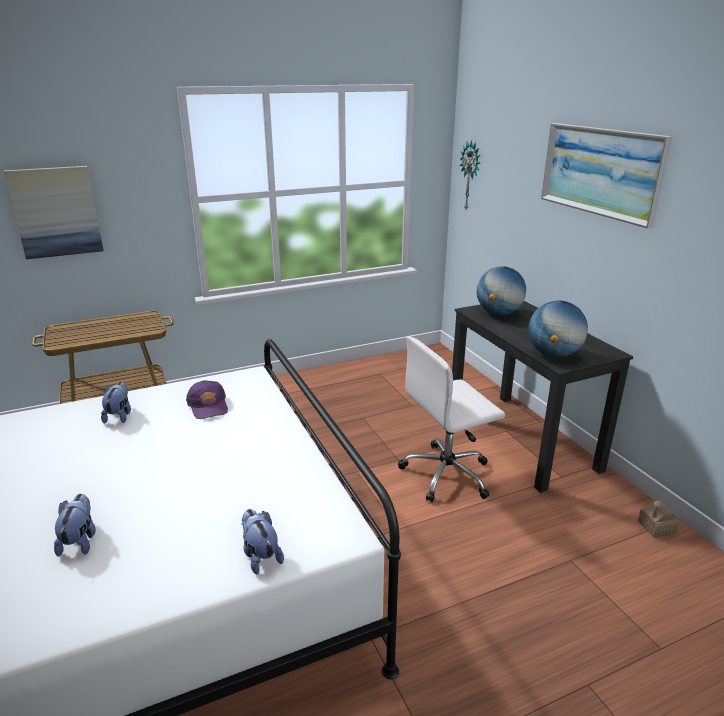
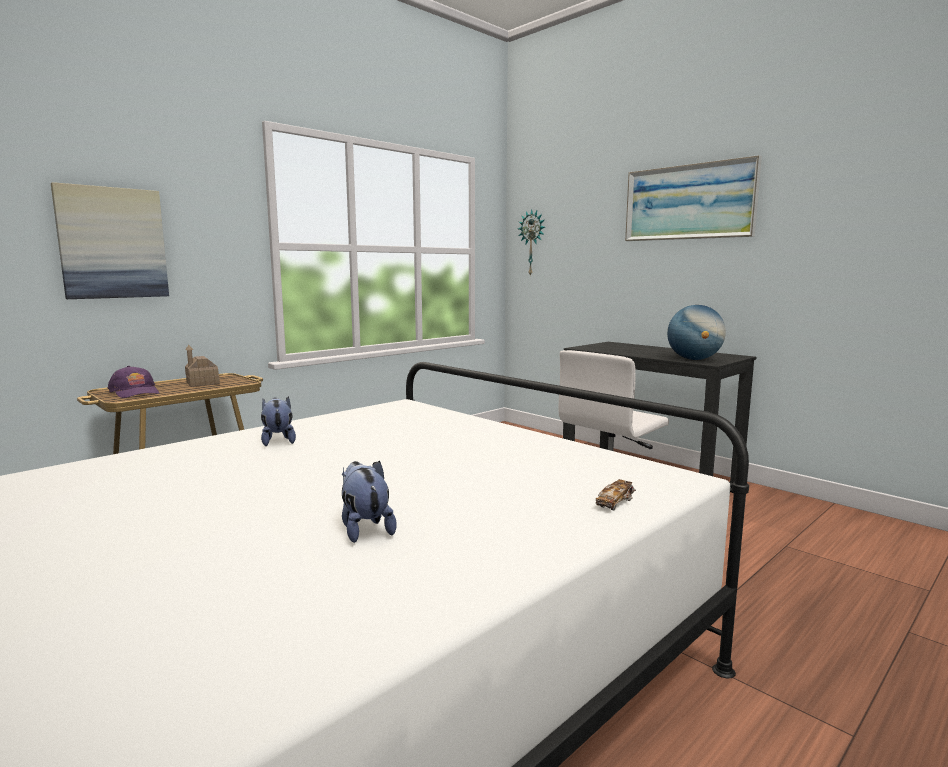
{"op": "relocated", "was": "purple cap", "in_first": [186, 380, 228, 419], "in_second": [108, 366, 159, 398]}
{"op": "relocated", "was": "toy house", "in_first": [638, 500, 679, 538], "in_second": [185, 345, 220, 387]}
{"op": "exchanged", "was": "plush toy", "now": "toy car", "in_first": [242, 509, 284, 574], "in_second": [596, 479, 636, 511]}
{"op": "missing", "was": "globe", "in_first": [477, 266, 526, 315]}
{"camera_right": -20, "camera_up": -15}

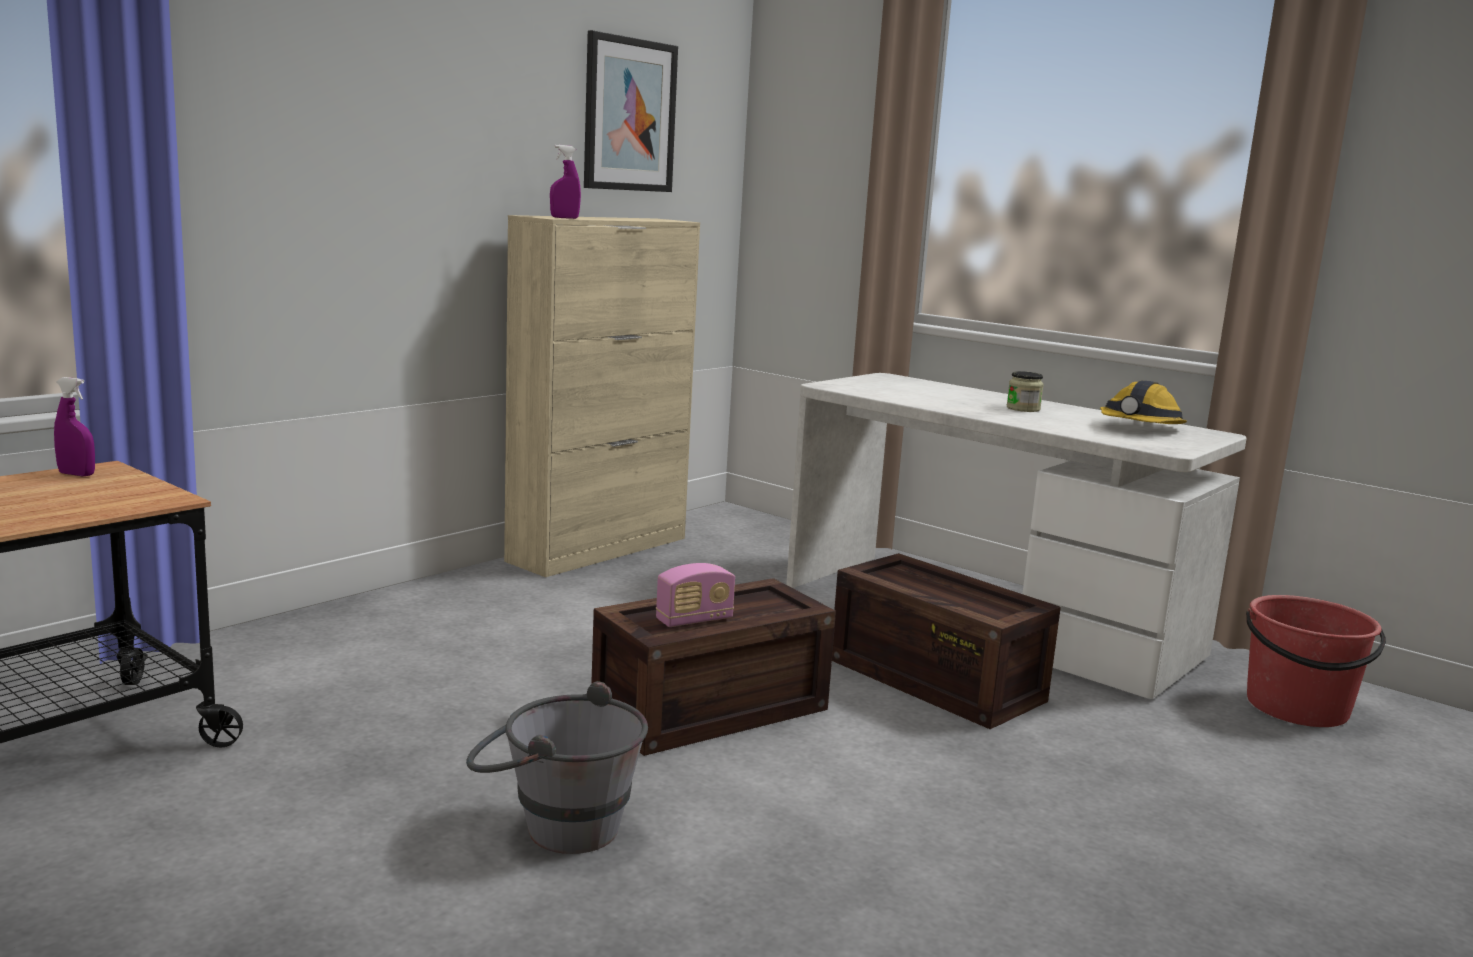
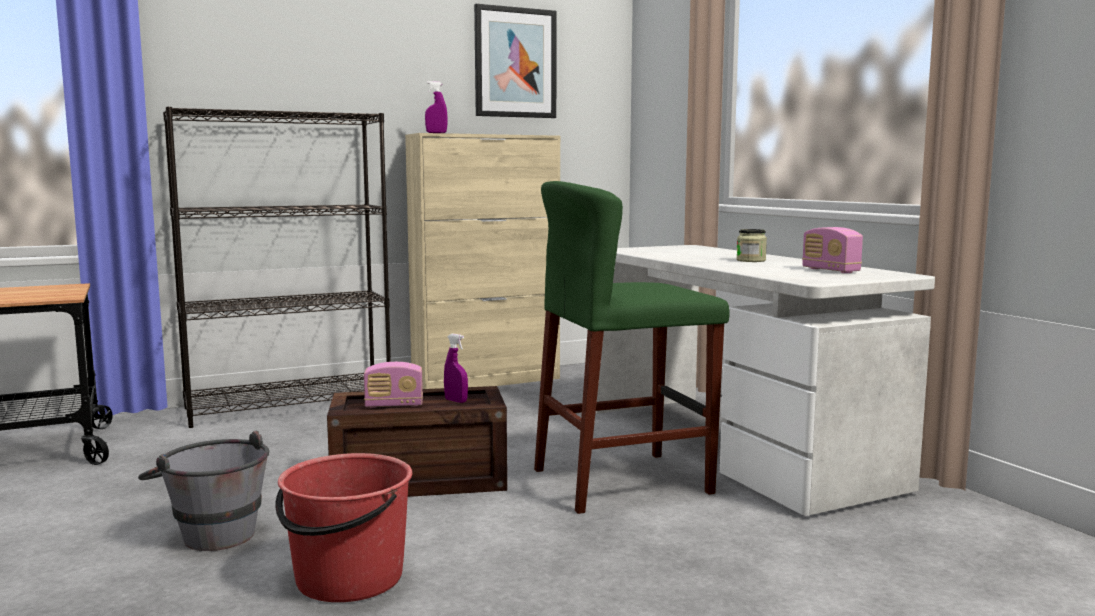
{"op": "appeared", "now": "black bookcase", "in_second": [163, 107, 391, 428]}
{"op": "relocated", "was": "red bucket", "in_first": [1246, 595, 1386, 727], "in_second": [275, 453, 413, 602]}
{"op": "relocated", "was": "purple spray bottle", "in_first": [54, 377, 95, 476], "in_second": [444, 334, 468, 403]}
{"op": "exchanged", "was": "crate", "now": "green stool", "in_first": [832, 553, 1061, 729], "in_second": [534, 181, 730, 514]}
{"op": "exchanged", "was": "hard hat", "now": "radio", "in_first": [1100, 380, 1187, 424], "in_second": [802, 227, 863, 273]}
{"camera_right": 25, "camera_up": -5}

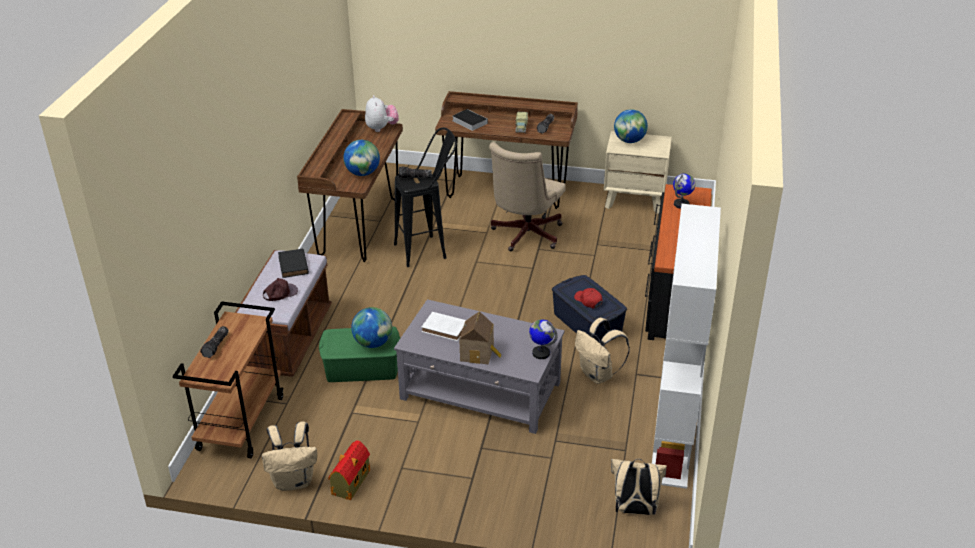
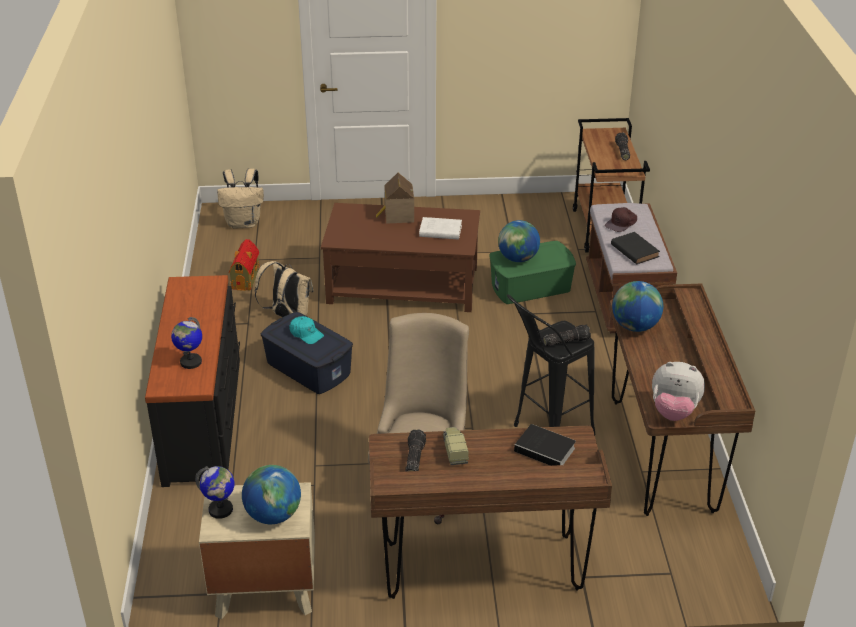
{"op": "relocated", "was": "globe", "in_first": [529, 319, 557, 359], "in_second": [195, 466, 234, 519]}
{"op": "relocated", "was": "toy house", "in_first": [328, 440, 370, 500], "in_second": [229, 239, 260, 291]}
{"op": "colour", "was": "red cap", "now": "turquoise cap", "in_first": [574, 288, 603, 308], "in_second": [289, 316, 324, 344]}
{"op": "colour", "was": "grey coffee table", "now": "brown coffee table", "in_first": [394, 299, 565, 434], "in_second": [321, 203, 480, 312]}
{"op": "spun", "was": "plush toy", "in_first": [365, 95, 399, 132], "in_second": [652, 362, 705, 421], "clockwise": -45}
{"op": "missing", "was": "beige backpack", "in_first": [262, 421, 317, 491]}
{"op": "missing", "was": "white bookcase", "in_first": [652, 204, 721, 489]}
{"camera_right": 165, "camera_up": 0}

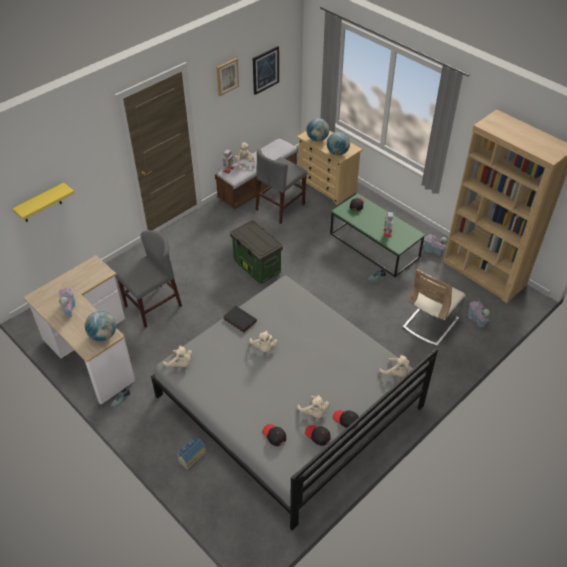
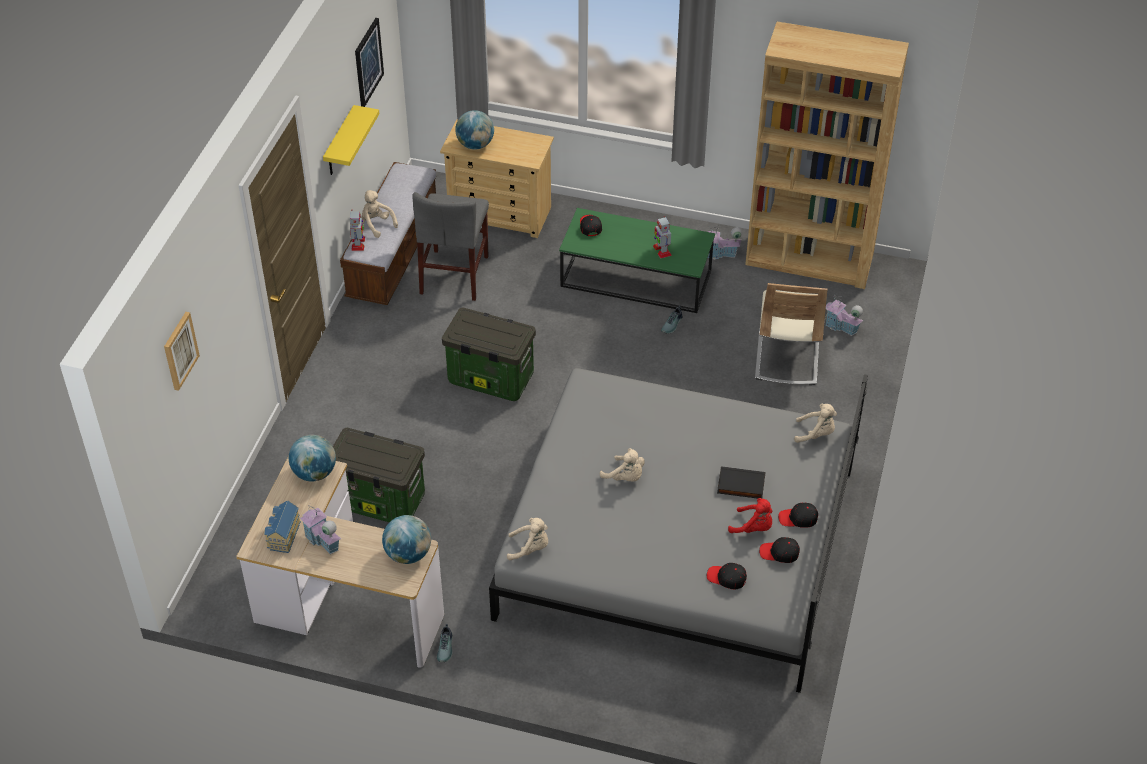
{"op": "relocated", "was": "picture", "in_first": [216, 58, 239, 96], "in_second": [164, 312, 200, 391]}
{"op": "relocated", "was": "toy house", "in_first": [177, 438, 206, 470], "in_second": [264, 500, 301, 553]}
{"op": "relocated", "was": "globe", "in_first": [327, 132, 350, 156], "in_second": [289, 435, 336, 481]}
{"op": "relocated", "was": "yellow shelf", "in_first": [13, 183, 75, 222], "in_second": [323, 105, 379, 175]}
{"op": "exchanged", "was": "grey chair", "now": "storage box", "in_first": [115, 230, 182, 328], "in_second": [333, 428, 425, 522]}
{"op": "relocated", "was": "black book", "in_first": [224, 306, 257, 332], "in_second": [717, 466, 765, 499]}
{"op": "colour", "was": "beige plush toy", "now": "red plush toy", "in_first": [297, 395, 329, 418], "in_second": [728, 498, 773, 533]}
{"camera_right": -30, "camera_up": 0}

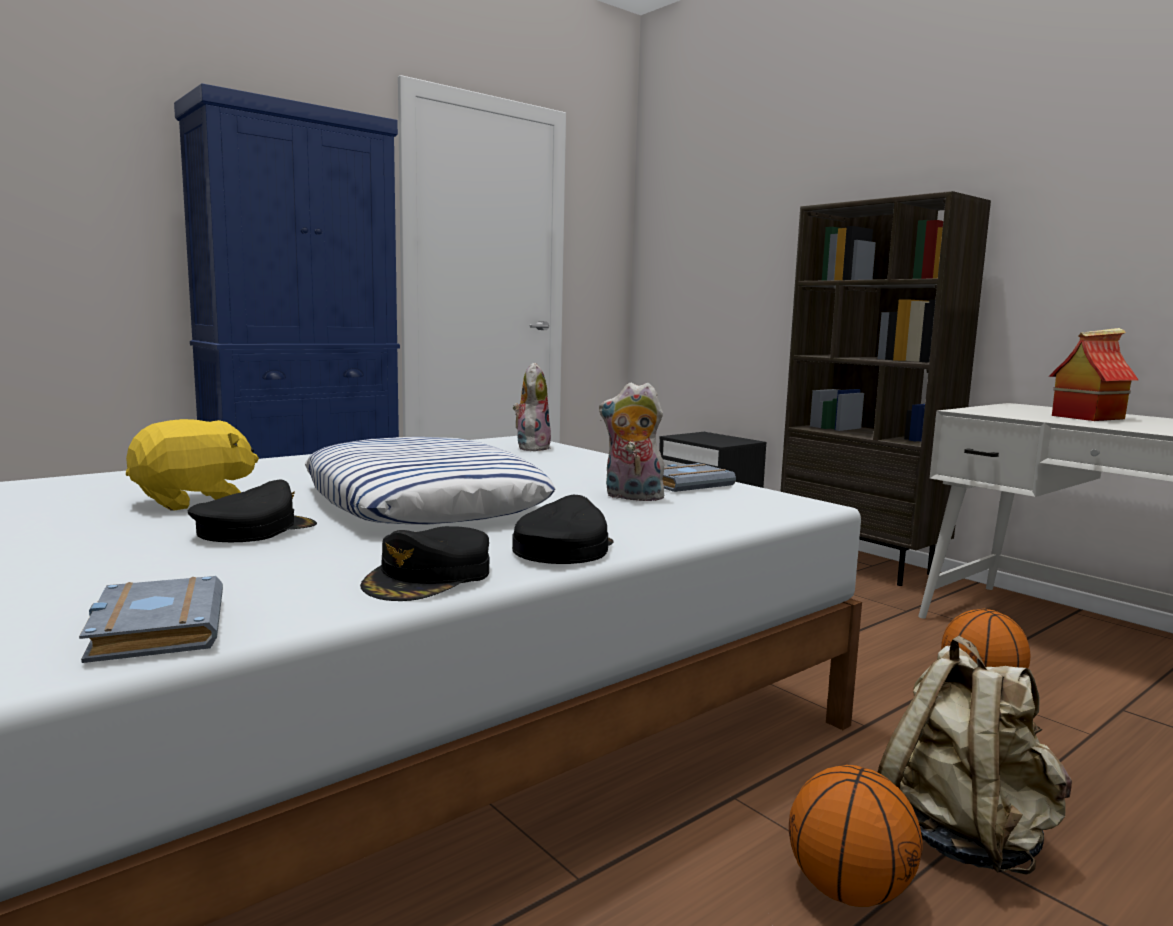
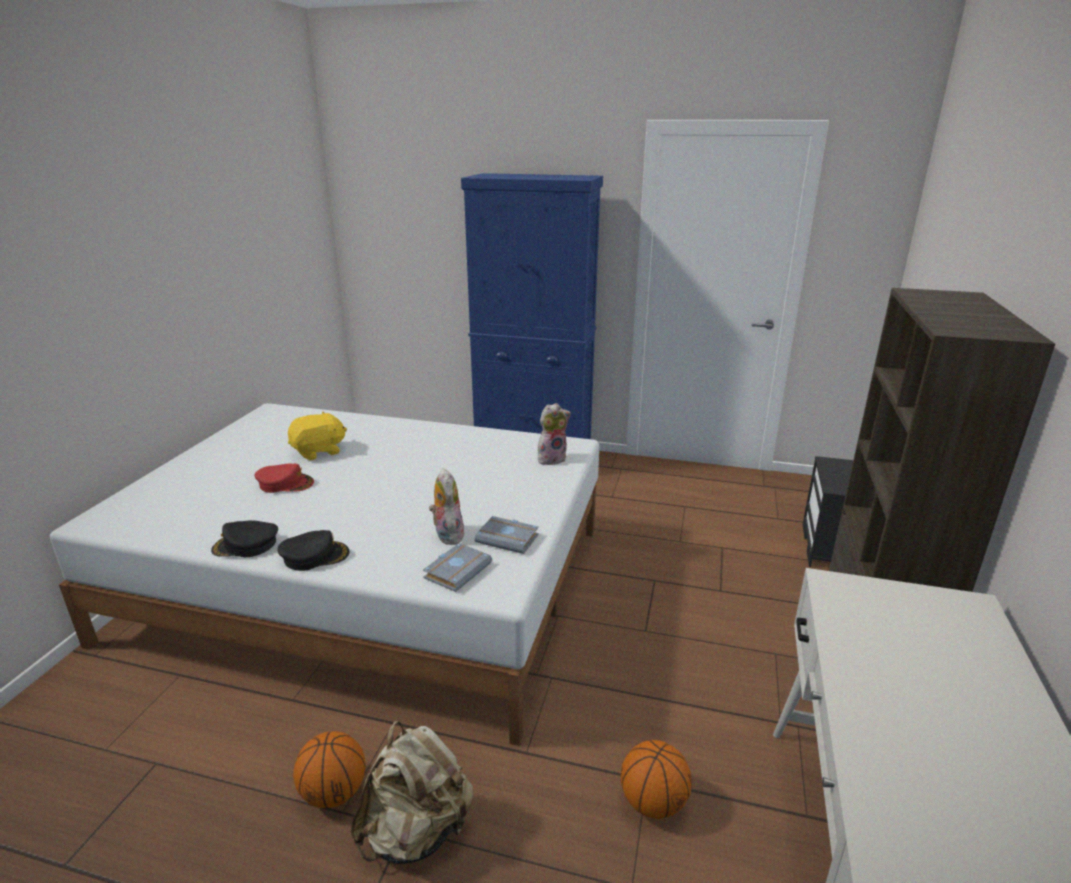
{"op": "colour", "was": "black cap", "now": "red cap", "in_first": [187, 479, 317, 542], "in_second": [254, 464, 314, 493]}
{"op": "spun", "was": "yellow plush toy", "in_first": [126, 419, 259, 511], "in_second": [288, 411, 347, 460], "clockwise": -45}
{"op": "relocated", "was": "grey book", "in_first": [79, 576, 223, 663], "in_second": [423, 543, 492, 592]}
{"op": "missing", "was": "pillow", "in_first": [304, 437, 556, 525]}
{"op": "missing", "was": "toy house", "in_first": [1048, 328, 1138, 421]}
{"camera_right": 55, "camera_up": 15}

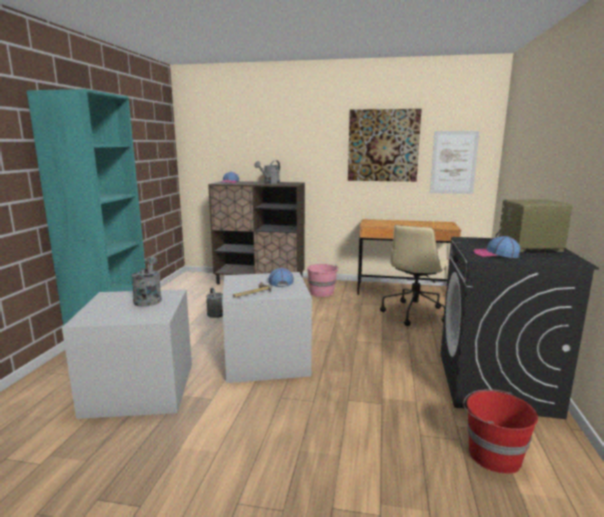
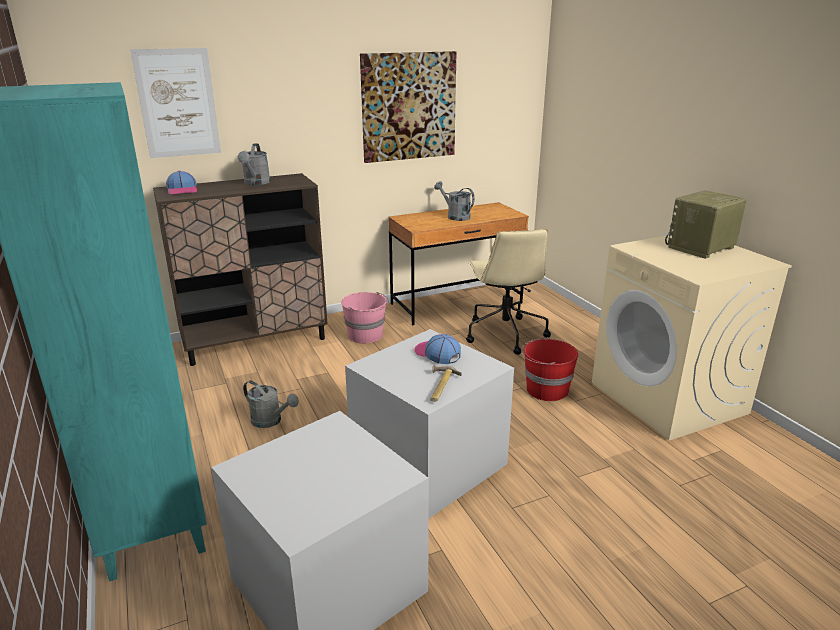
{"op": "relocated", "was": "picture", "in_first": [430, 131, 479, 194], "in_second": [130, 48, 221, 158]}
{"op": "relocated", "was": "grey watering can", "in_first": [131, 256, 162, 307], "in_second": [434, 181, 475, 221]}
{"op": "relocated", "was": "red bucket", "in_first": [463, 389, 538, 474], "in_second": [521, 337, 578, 401]}
{"op": "colour", "was": "black washing machine", "now": "beige washing machine", "in_first": [440, 237, 599, 419], "in_second": [592, 235, 792, 440]}
{"op": "missing", "was": "cap", "in_first": [474, 236, 521, 258]}
{"camera_right": -35, "camera_up": 10}

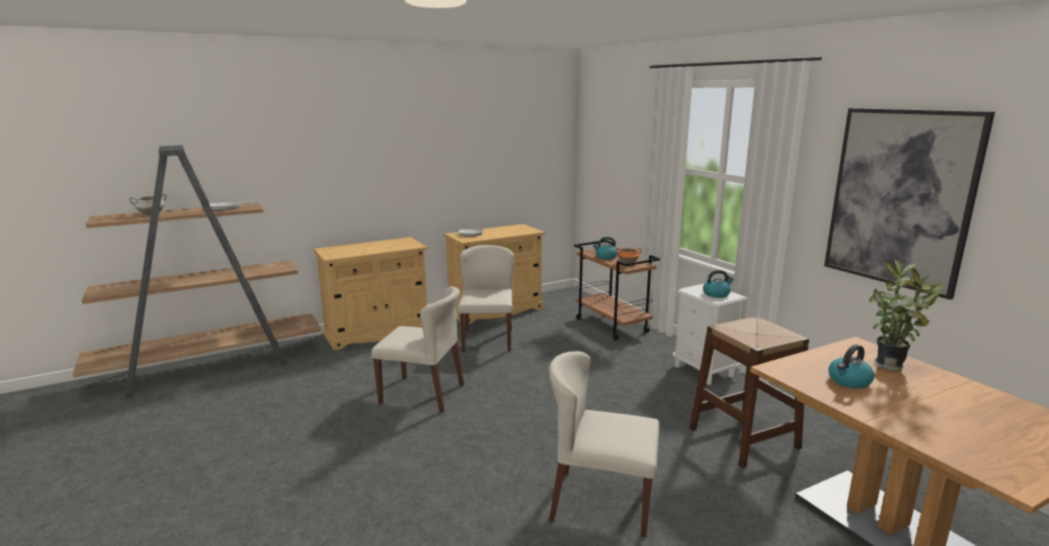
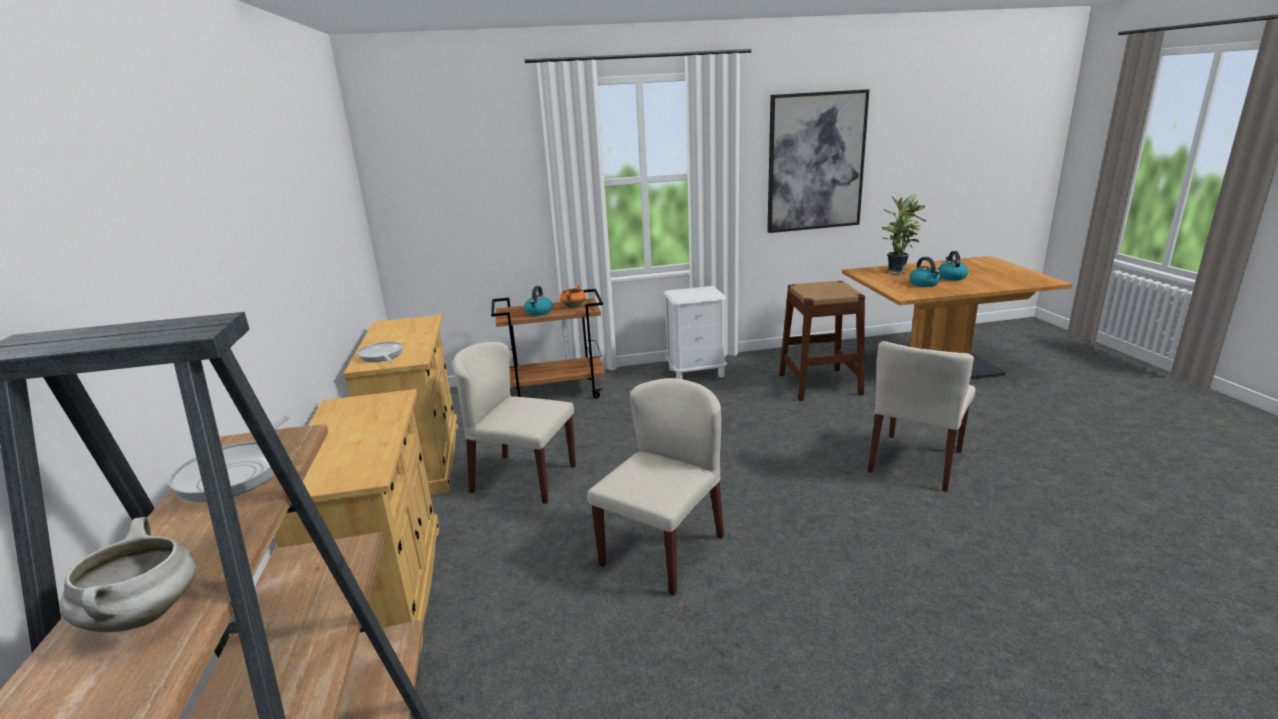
{"op": "relocated", "was": "kettle", "in_first": [703, 270, 734, 298], "in_second": [938, 251, 968, 280]}
{"camera_right": -70, "camera_up": 5}

